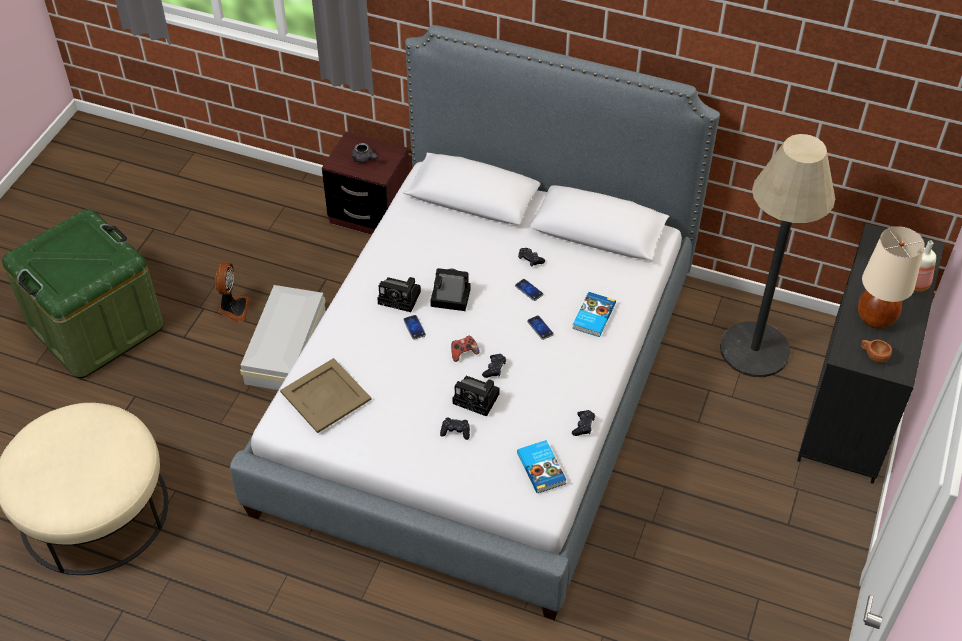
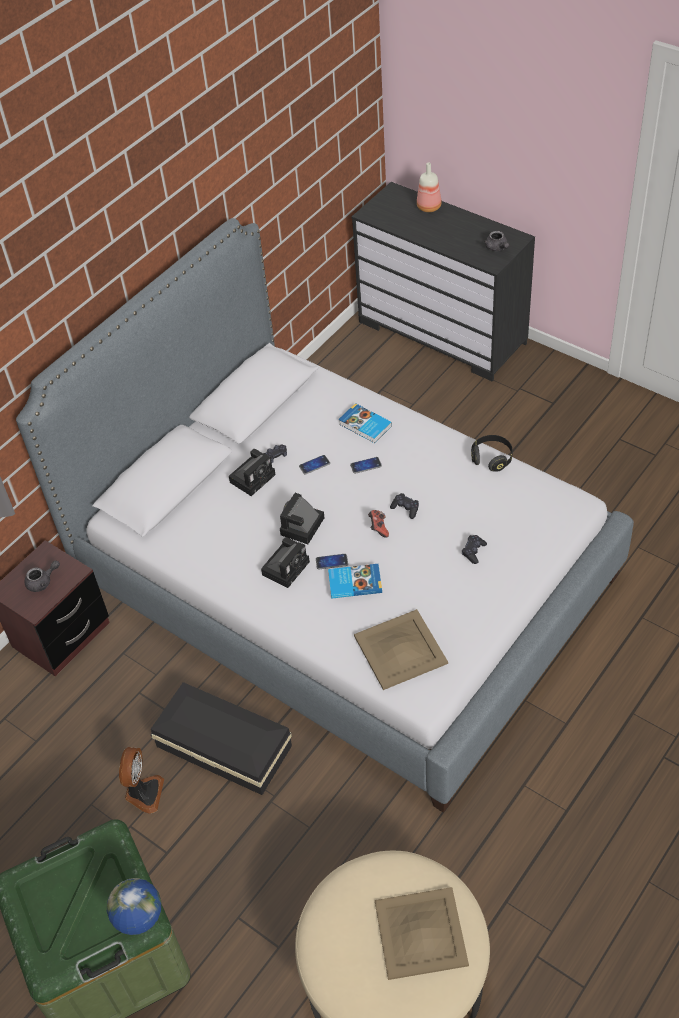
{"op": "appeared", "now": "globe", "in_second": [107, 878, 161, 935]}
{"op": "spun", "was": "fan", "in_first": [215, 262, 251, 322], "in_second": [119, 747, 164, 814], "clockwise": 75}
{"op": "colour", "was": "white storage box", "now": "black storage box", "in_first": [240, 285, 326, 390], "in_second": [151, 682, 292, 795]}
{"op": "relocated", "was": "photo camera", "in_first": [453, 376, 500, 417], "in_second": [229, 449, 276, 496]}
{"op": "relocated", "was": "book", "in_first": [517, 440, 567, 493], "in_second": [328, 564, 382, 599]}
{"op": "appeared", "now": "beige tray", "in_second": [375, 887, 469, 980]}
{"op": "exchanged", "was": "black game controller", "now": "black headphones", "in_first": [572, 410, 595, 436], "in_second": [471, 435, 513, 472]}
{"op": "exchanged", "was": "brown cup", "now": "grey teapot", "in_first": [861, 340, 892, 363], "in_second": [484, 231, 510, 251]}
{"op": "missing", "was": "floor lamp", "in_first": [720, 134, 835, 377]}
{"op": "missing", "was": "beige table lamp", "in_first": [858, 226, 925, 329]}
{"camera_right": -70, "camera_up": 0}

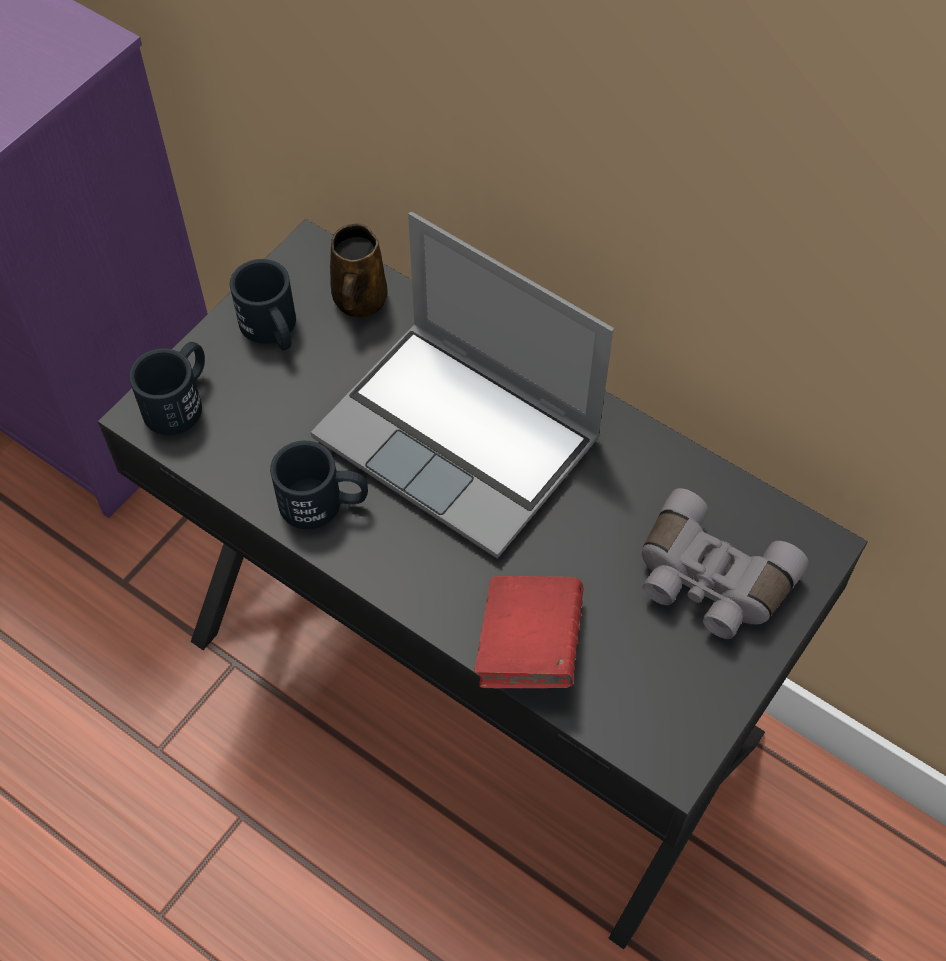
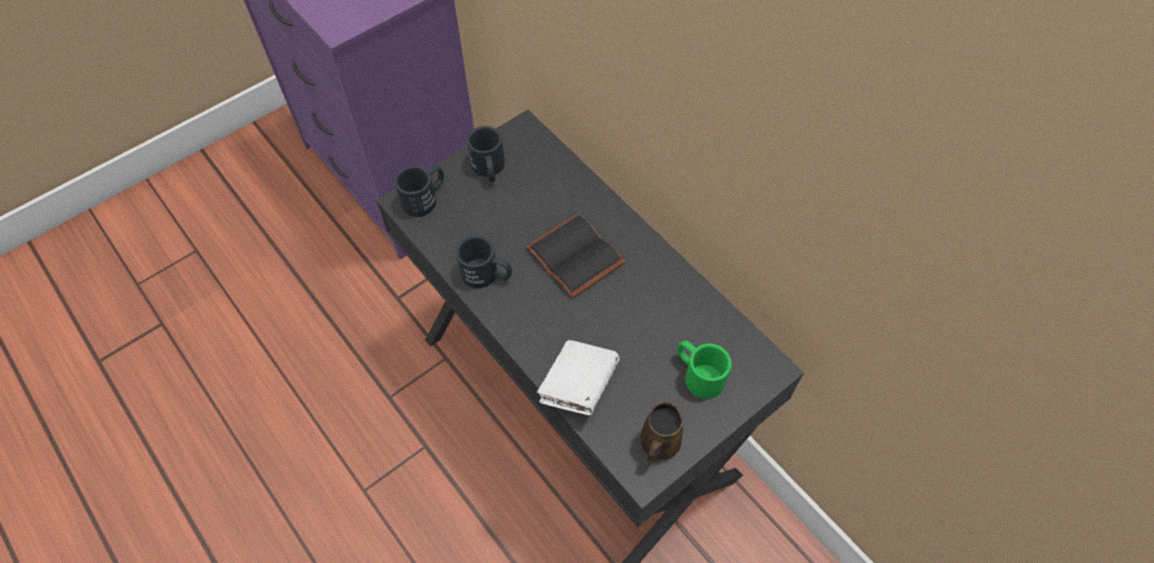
{"op": "exchanged", "was": "laptop", "now": "black book", "in_first": [311, 212, 614, 559], "in_second": [526, 213, 625, 298]}
{"op": "colour", "was": "red book", "now": "white book", "in_first": [475, 576, 584, 688], "in_second": [537, 340, 620, 415]}
{"op": "relocated", "was": "brown mug", "in_first": [330, 223, 388, 317], "in_second": [641, 402, 684, 462]}
{"op": "exchanged", "was": "grey binoculars", "now": "green mug", "in_first": [642, 488, 809, 639], "in_second": [678, 340, 732, 399]}
{"camera_right": 15, "camera_up": 0}

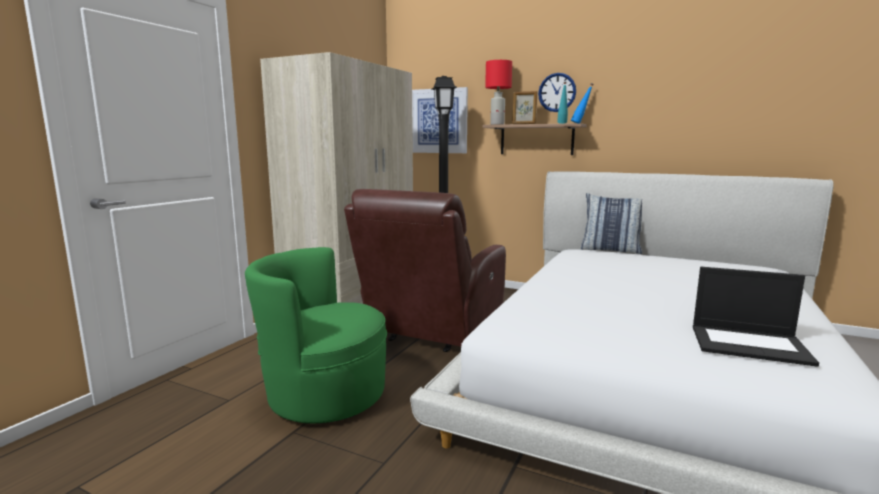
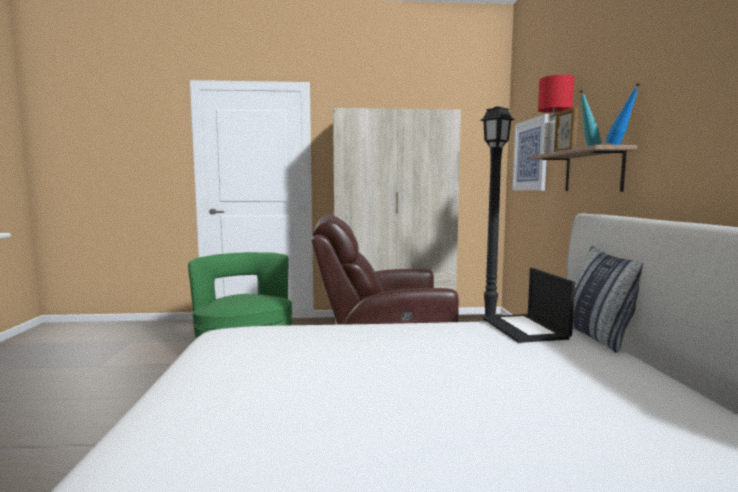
{"op": "relocated", "was": "laptop", "in_first": [693, 267, 819, 367], "in_second": [483, 268, 575, 343]}
{"op": "missing", "was": "wall clock", "in_first": [538, 73, 576, 112]}
{"camera_right": 60, "camera_up": -5}

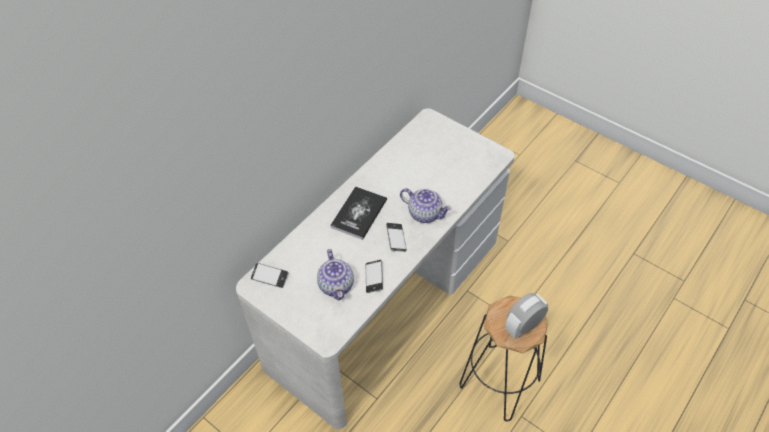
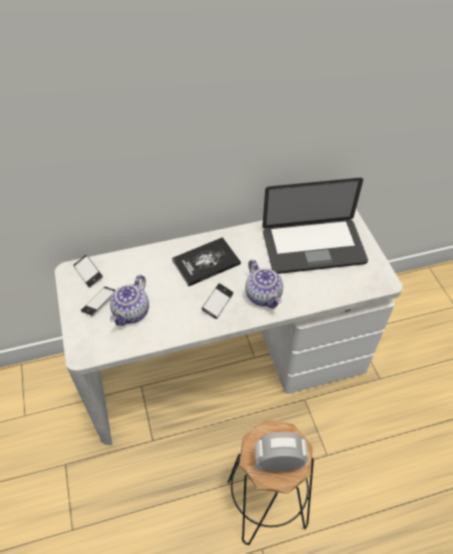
{"op": "relocated", "was": "phone", "in_first": [366, 260, 383, 293], "in_second": [81, 287, 115, 316]}
{"op": "appeared", "now": "laptop", "in_second": [262, 178, 368, 274]}
{"camera_right": 35, "camera_up": 0}

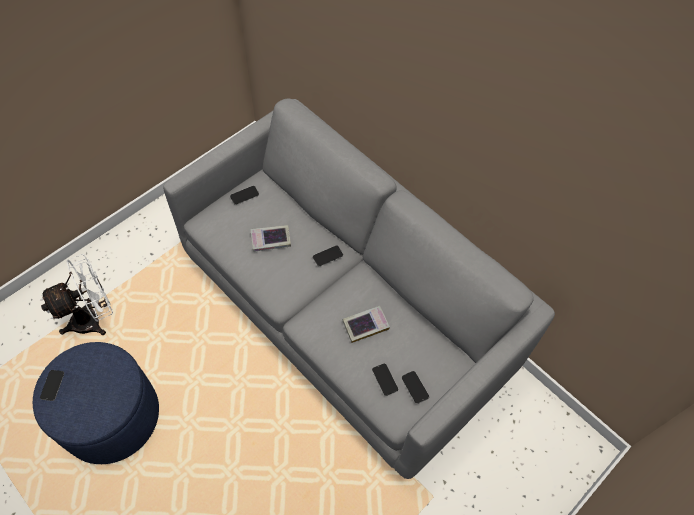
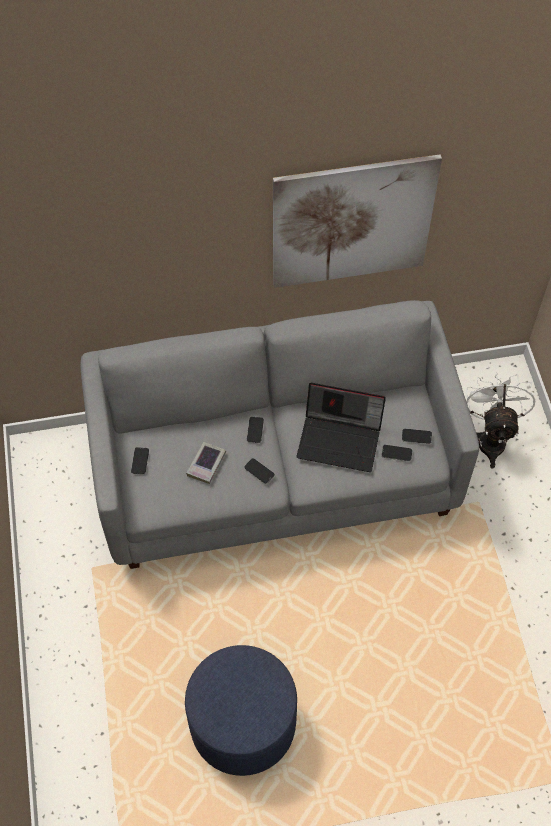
{"op": "relocated", "was": "phone", "in_first": [40, 370, 64, 401], "in_second": [244, 458, 275, 484]}
{"op": "appeared", "now": "picture", "in_second": [273, 154, 442, 288]}
{"op": "exchanged", "was": "book", "now": "laptop", "in_first": [343, 306, 390, 343], "in_second": [297, 383, 386, 472]}
{"op": "relocated", "was": "white fan", "in_first": [40, 254, 113, 335], "in_second": [466, 373, 535, 469]}
{"camera_right": -55, "camera_up": 0}

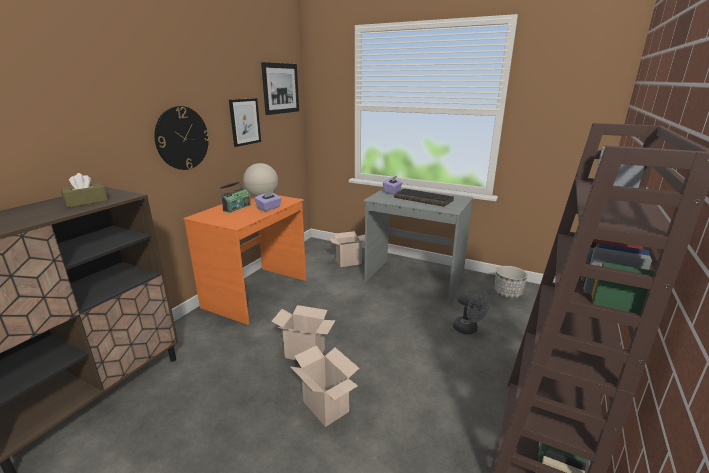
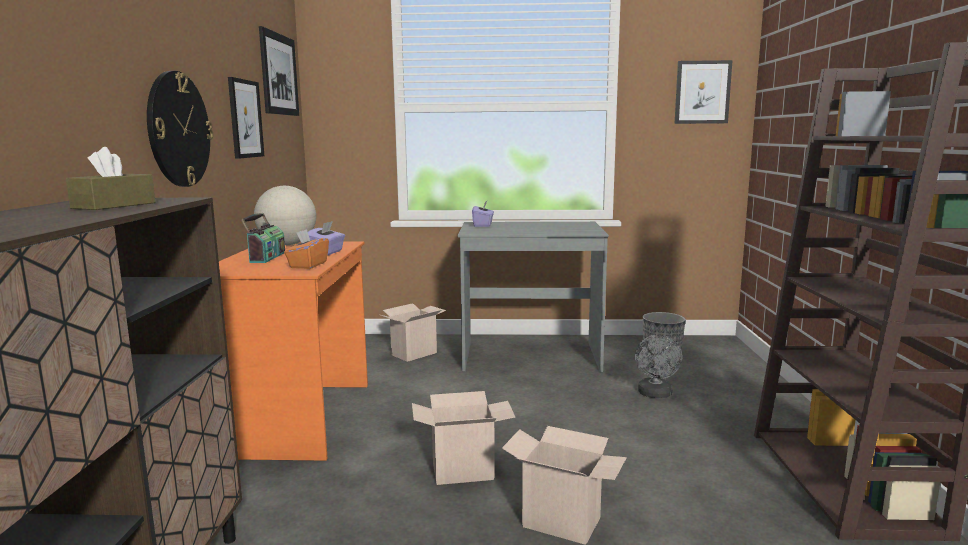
{"op": "appeared", "now": "orange tissue box", "in_second": [284, 229, 329, 269]}
{"op": "spun", "was": "grey fan", "in_first": [453, 292, 490, 334], "in_second": [635, 334, 683, 398], "clockwise": 75}
{"op": "appeared", "now": "picture", "in_second": [675, 60, 732, 124]}
{"op": "missing", "was": "keyboard", "in_first": [394, 188, 454, 207]}
{"camera_right": -25, "camera_up": -10}

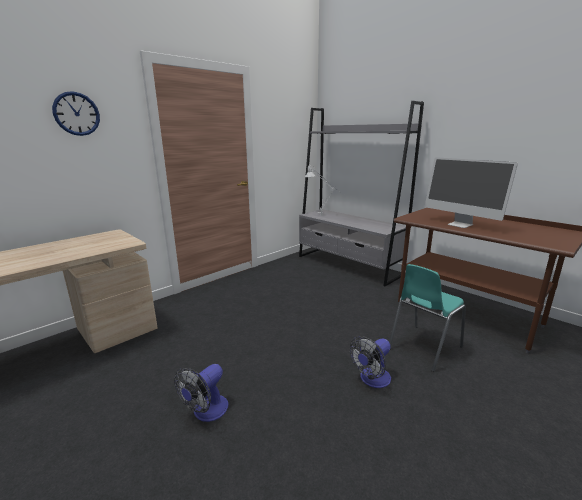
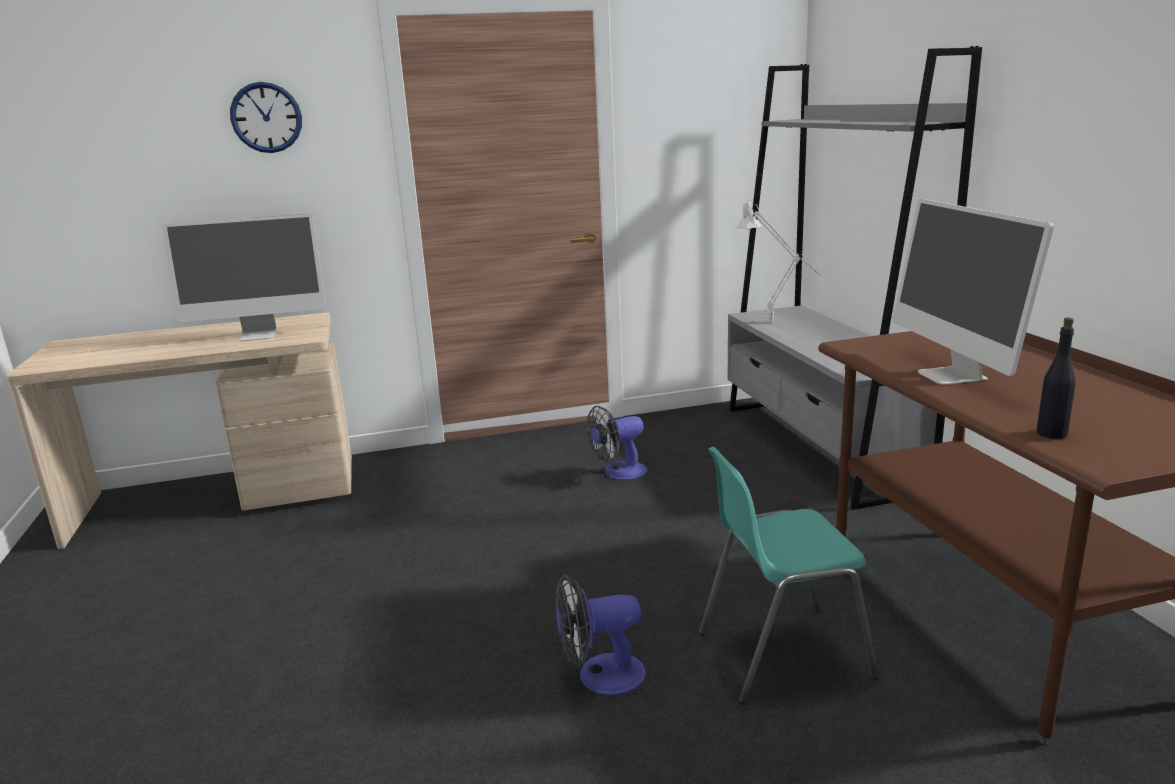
{"op": "appeared", "now": "monitor", "in_second": [162, 214, 326, 341]}
{"op": "relocated", "was": "fan", "in_first": [174, 364, 229, 422], "in_second": [586, 406, 647, 480]}
{"op": "appeared", "now": "black bottle", "in_second": [1036, 317, 1076, 439]}
{"camera_right": 30, "camera_up": 0}

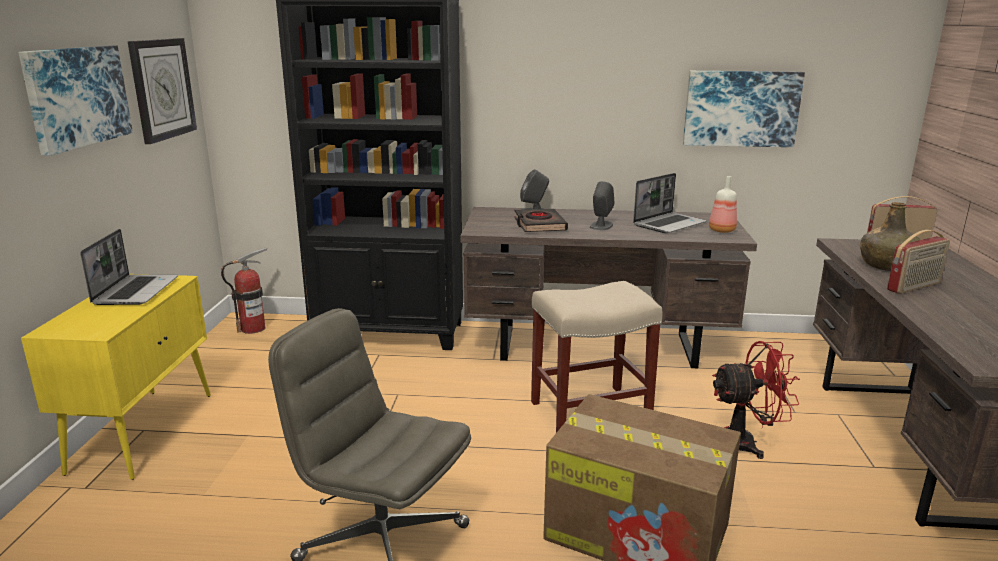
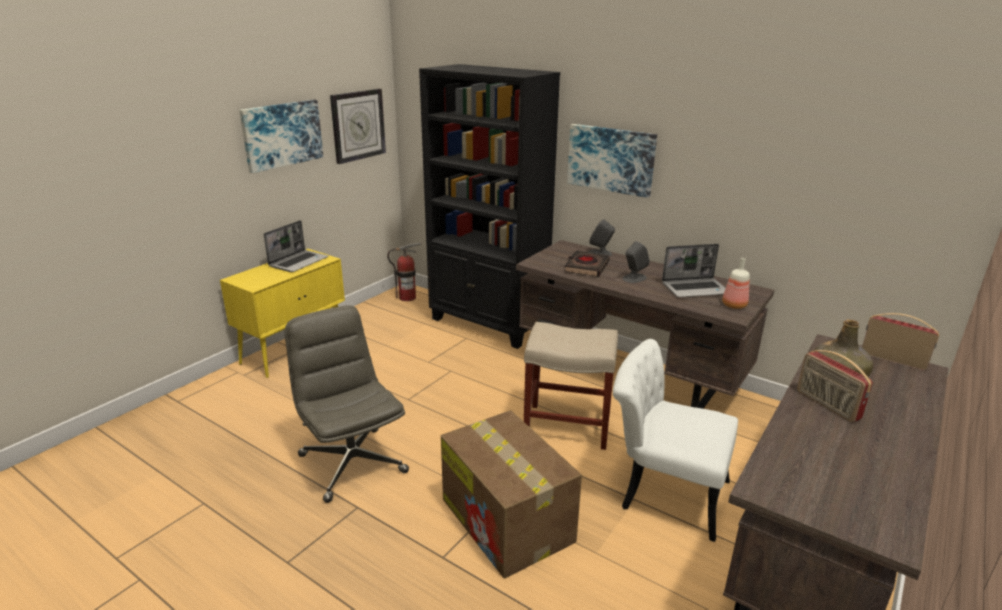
{"op": "relocated", "was": "picture", "in_first": [683, 71, 805, 147], "in_second": [567, 124, 657, 198]}
{"op": "exchanged", "was": "red fan", "now": "white chair", "in_first": [712, 341, 800, 459], "in_second": [613, 339, 738, 542]}
{"op": "spun", "was": "radio", "in_first": [887, 230, 950, 294], "in_second": [797, 350, 873, 422], "clockwise": 60}
{"camera_right": 30, "camera_up": 5}

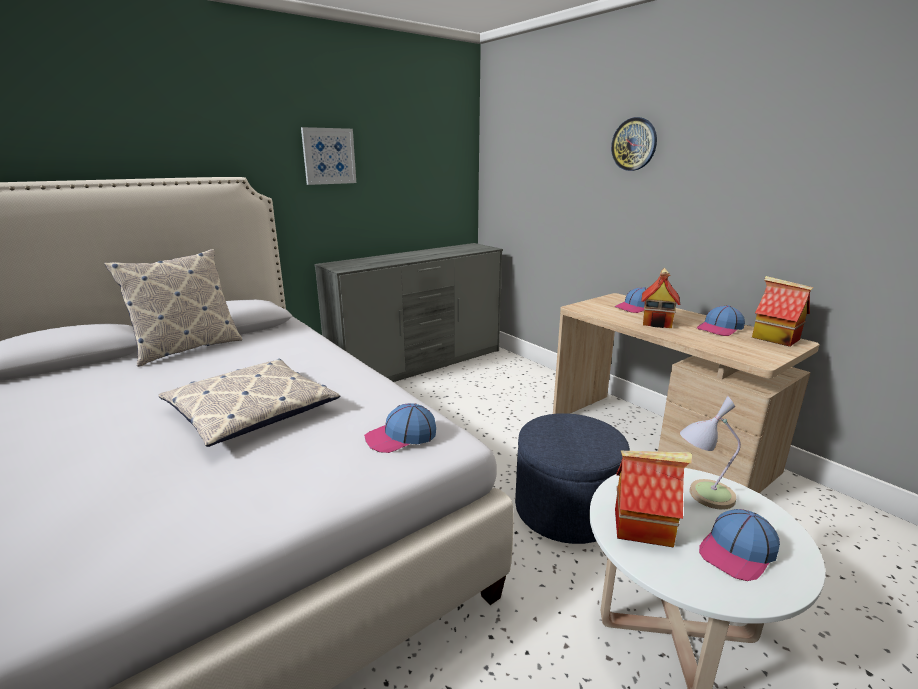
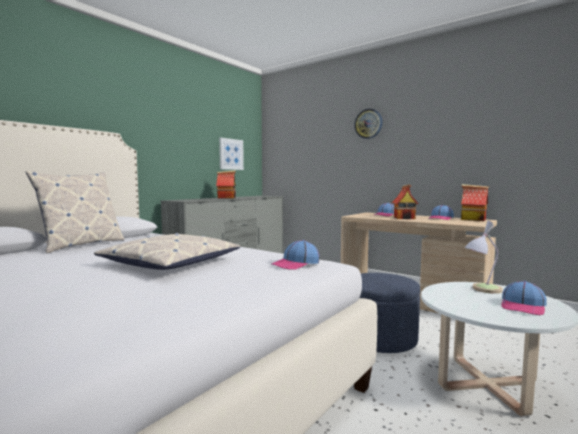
{"op": "relocated", "was": "toy house", "in_first": [615, 451, 692, 548], "in_second": [216, 170, 236, 199]}
{"op": "relocated", "was": "picture", "in_first": [301, 127, 356, 185], "in_second": [219, 138, 244, 170]}
{"camera_right": -15, "camera_up": -15}

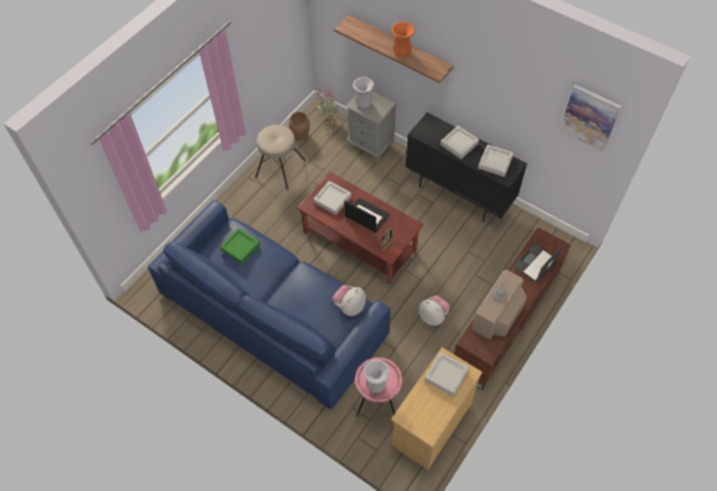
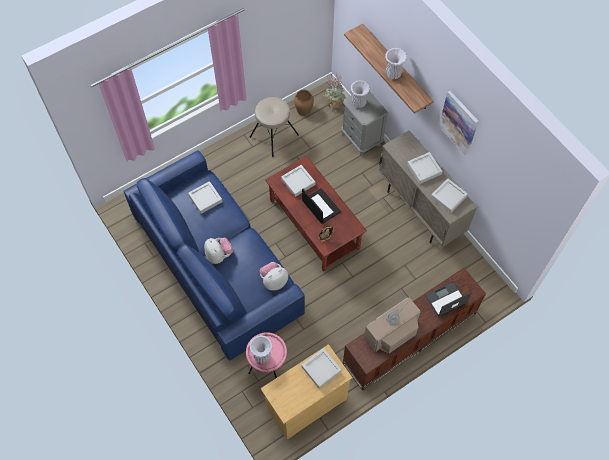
{"op": "colour", "was": "green tray", "now": "grey tray", "in_first": [220, 228, 260, 264], "in_second": [188, 181, 223, 214]}
{"op": "relocated", "was": "plush toy", "in_first": [419, 295, 450, 326], "in_second": [204, 238, 233, 264]}
{"op": "colour", "was": "black cabinet", "now": "beige cabinet", "in_first": [405, 113, 527, 222], "in_second": [379, 130, 477, 247]}
{"op": "colour", "was": "orange vase", "now": "white vase", "in_first": [391, 21, 415, 57], "in_second": [385, 48, 407, 79]}
{"op": "relocated", "was": "picture", "in_first": [559, 84, 621, 152], "in_second": [439, 91, 478, 155]}
{"camera_right": 20, "camera_up": 5}

